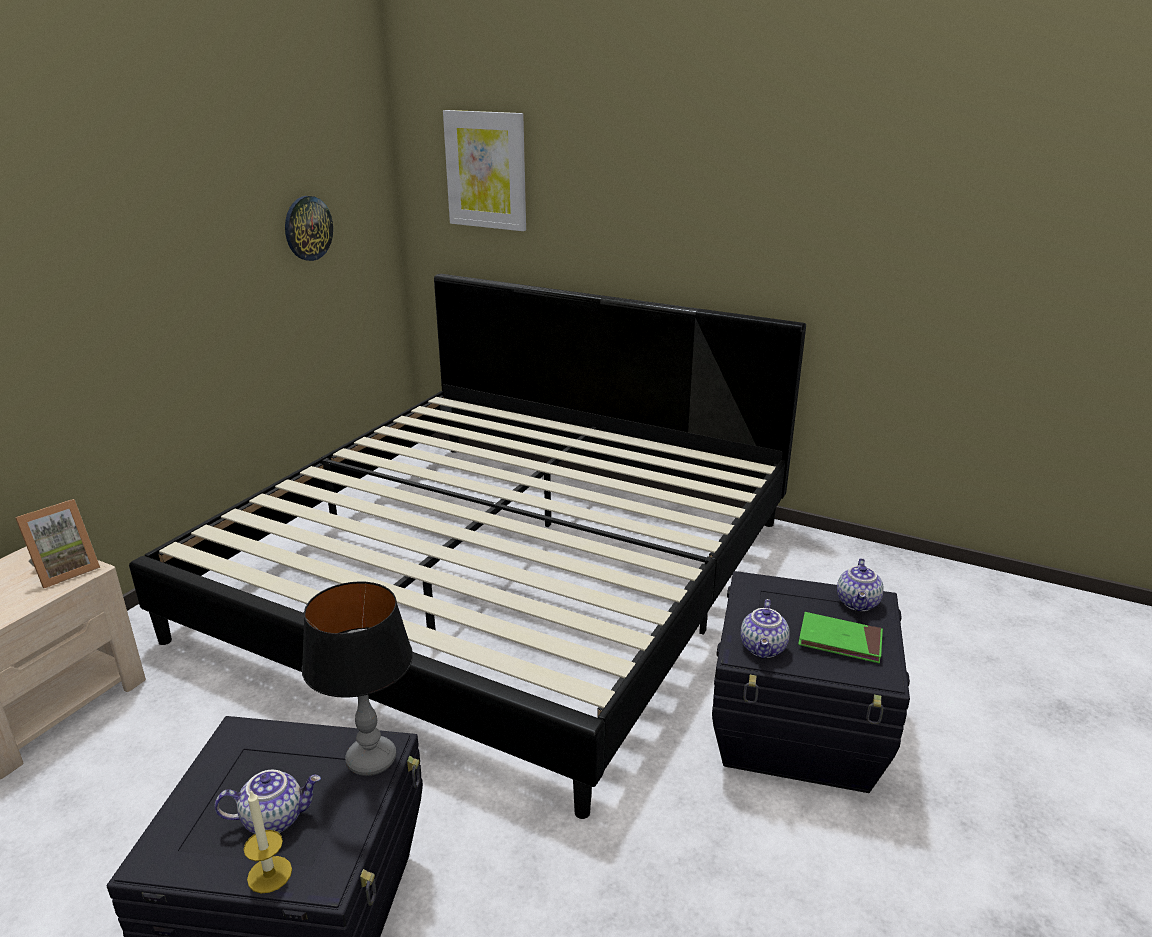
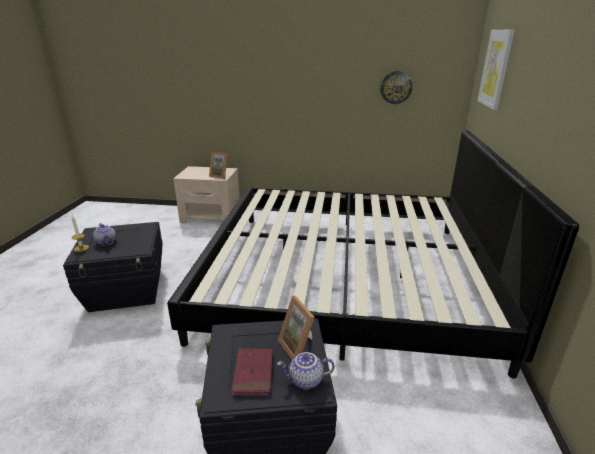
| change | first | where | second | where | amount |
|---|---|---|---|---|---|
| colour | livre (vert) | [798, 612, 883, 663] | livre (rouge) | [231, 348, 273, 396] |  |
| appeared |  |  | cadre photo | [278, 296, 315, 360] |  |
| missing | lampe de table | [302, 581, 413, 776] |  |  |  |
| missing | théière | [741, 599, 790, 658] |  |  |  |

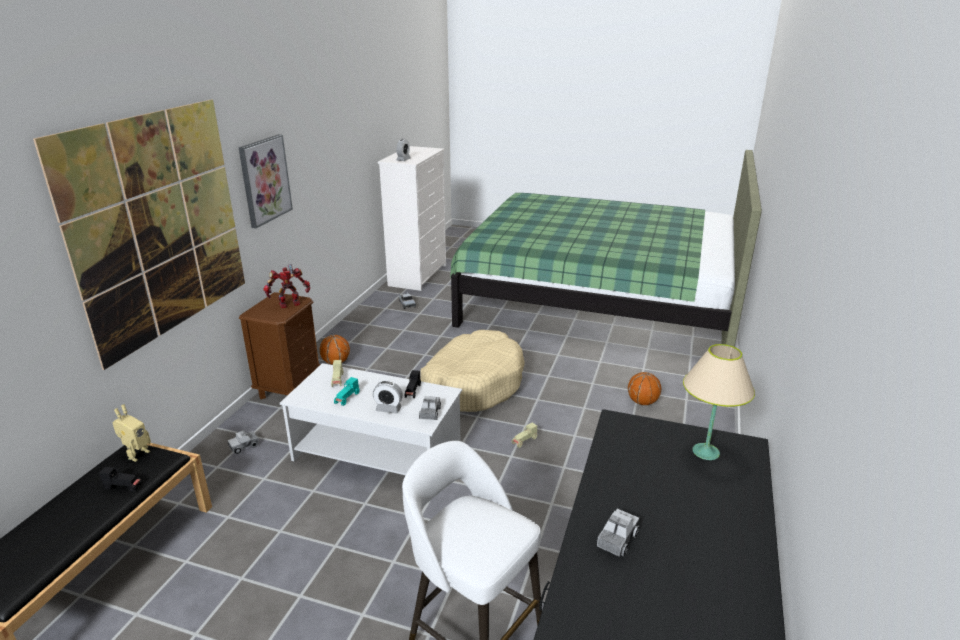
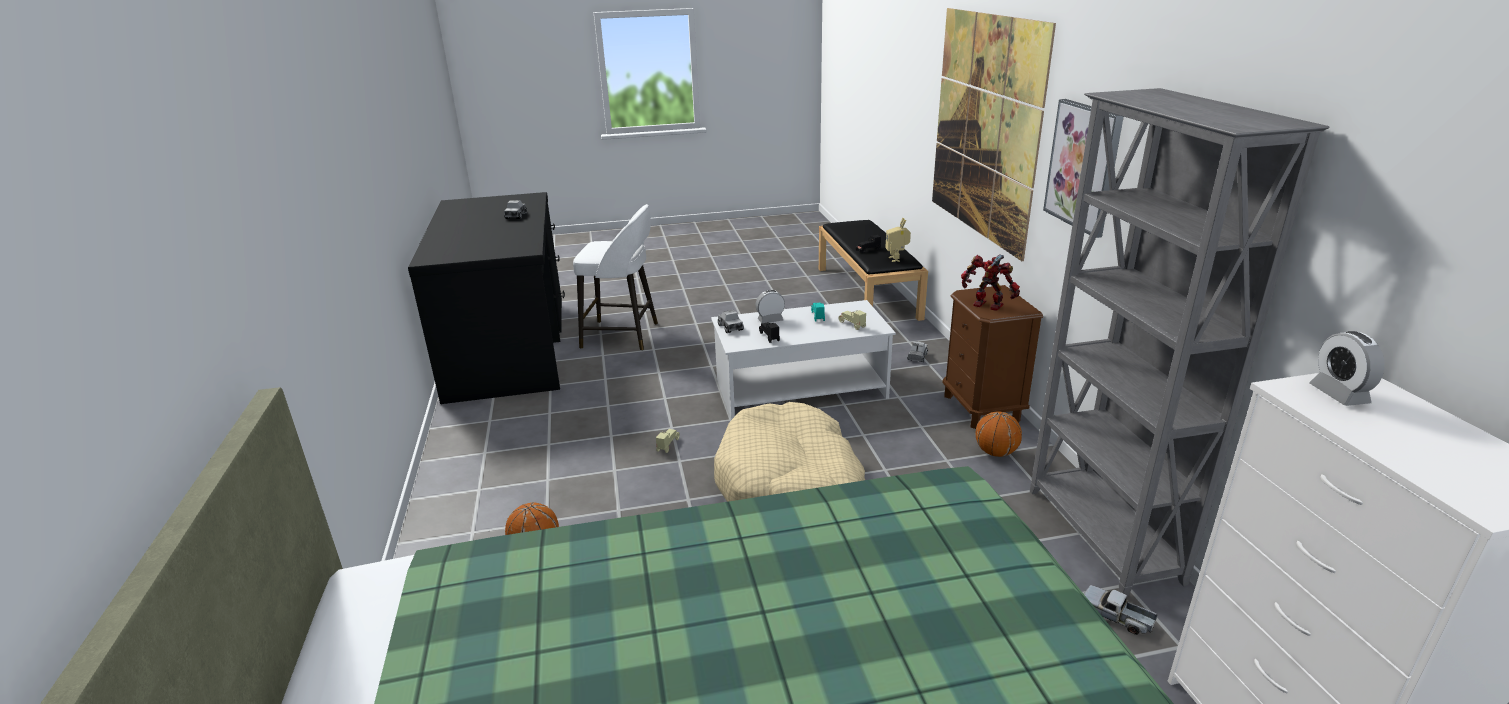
| change | first | where | second | where | amount |
|---|---|---|---|---|---|
| spun | robot jouet | [263, 264, 310, 308] |  | [961, 254, 1020, 311] | 90 degrees counterclockwise |
| appeared |  |  | bibliothèque (gris) | [1030, 88, 1329, 597] |  |
| missing | lampe de table (beige) | [683, 344, 755, 460] |  |  |  |

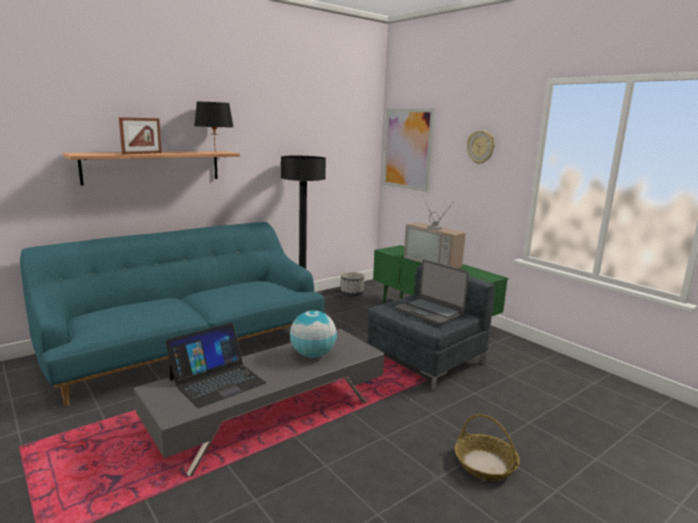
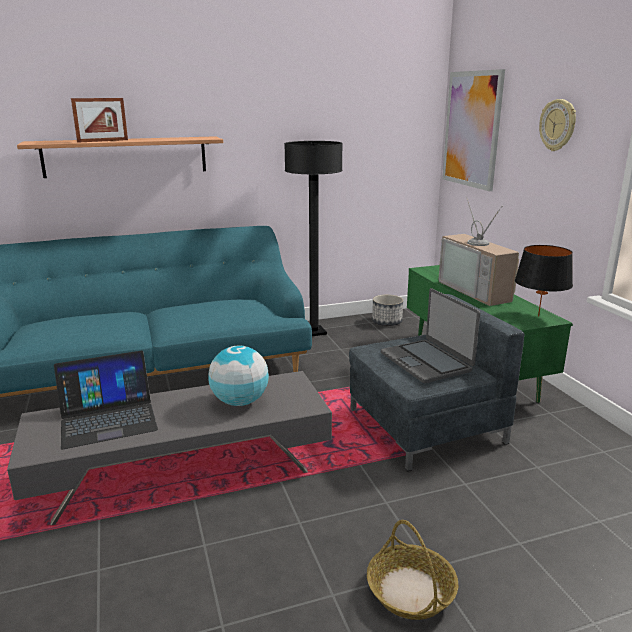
| change | first | where | second | where | amount |
|---|---|---|---|---|---|
| relocated | lampe de table (noir) | [194, 102, 233, 144] |  | [515, 245, 573, 317] |  |

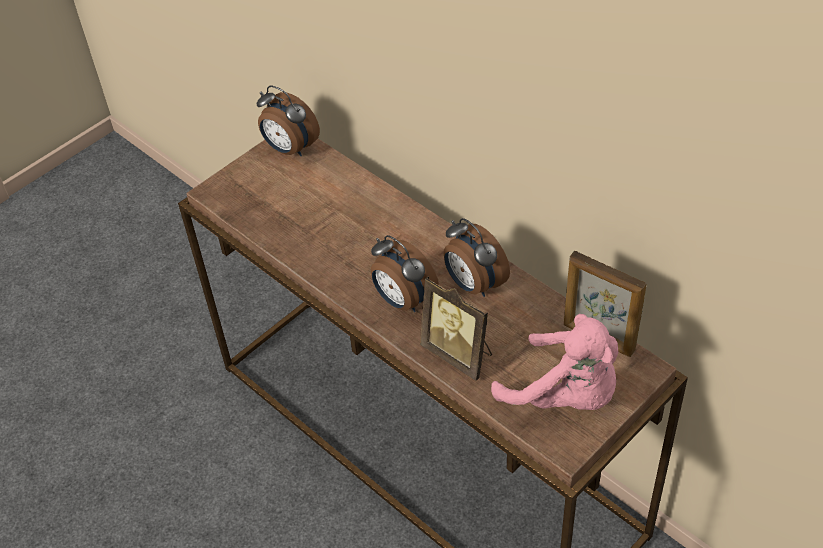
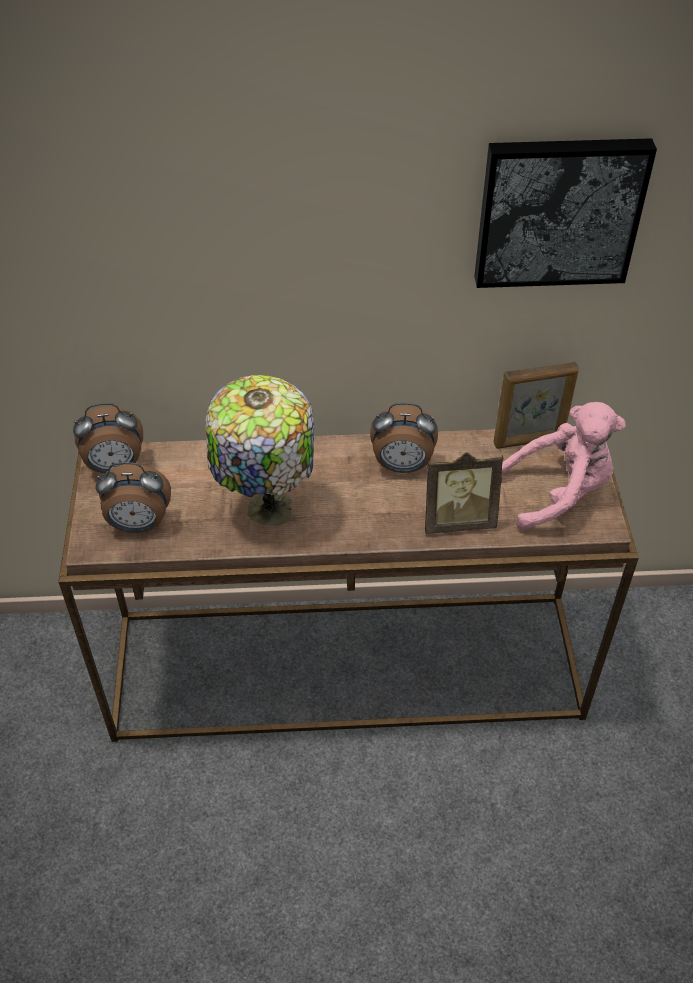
| change | first | where | second | where | amount |
|---|---|---|---|---|---|
| relocated | réveil | [371, 235, 439, 312] |  | [95, 462, 171, 533] |  |
| appeared |  |  | lampe de table | [205, 375, 315, 526] |  |
| appeared |  |  | tableau | [474, 138, 657, 288] |  |

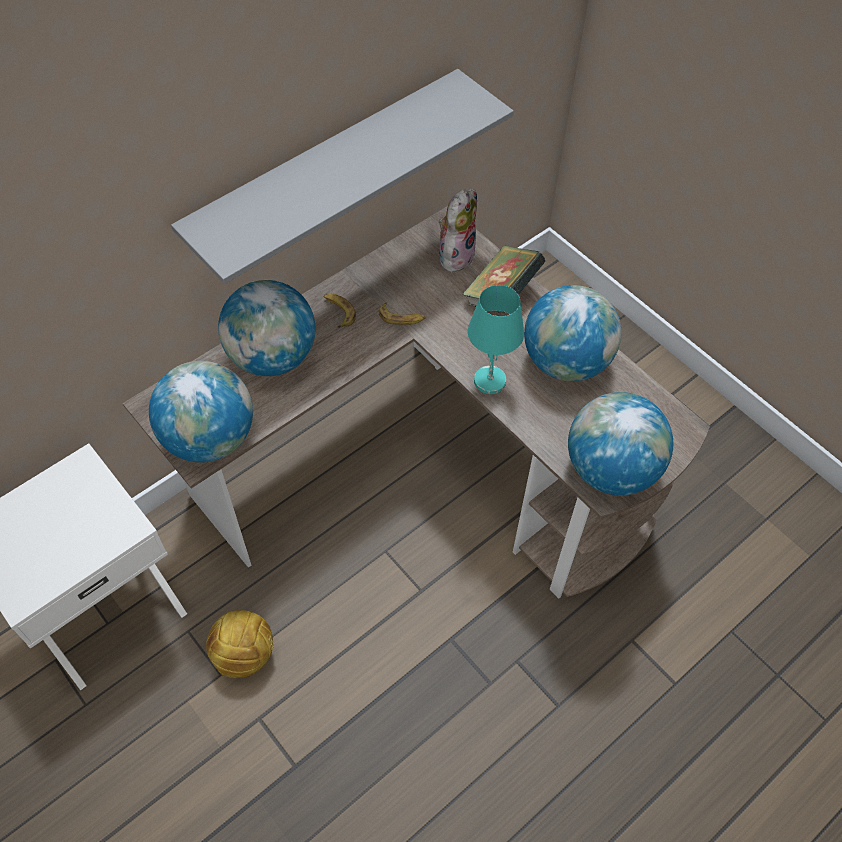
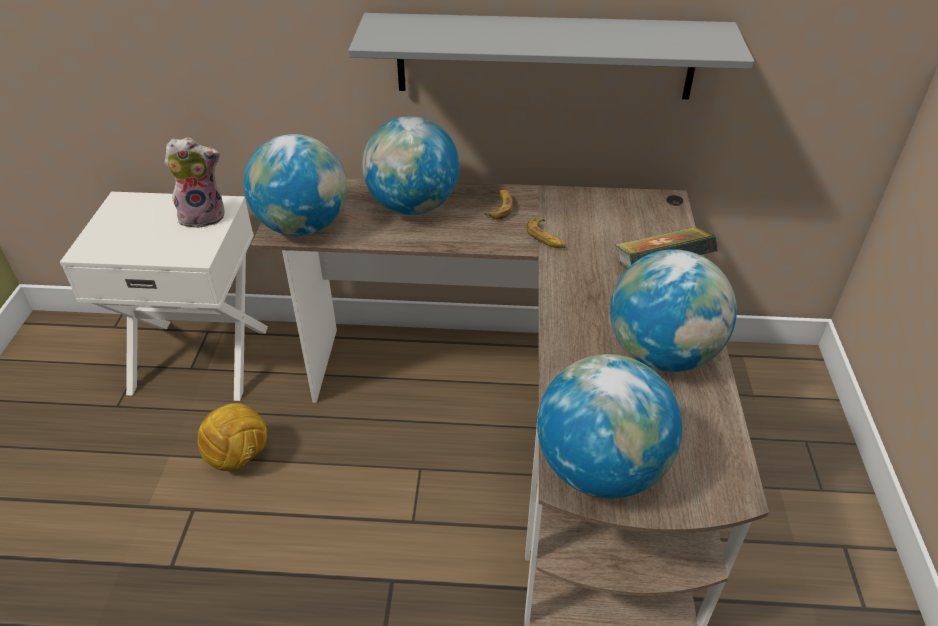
| change | first | where | second | where | amount |
|---|---|---|---|---|---|
| relocated | peluche | [439, 189, 477, 272] |  | [165, 137, 225, 228] |  |
| missing | lampe de table (turquoise) | [468, 285, 524, 394] |  |  |  |

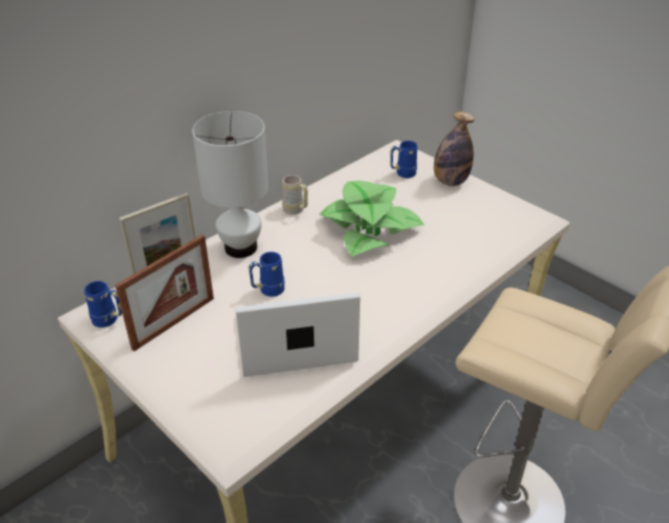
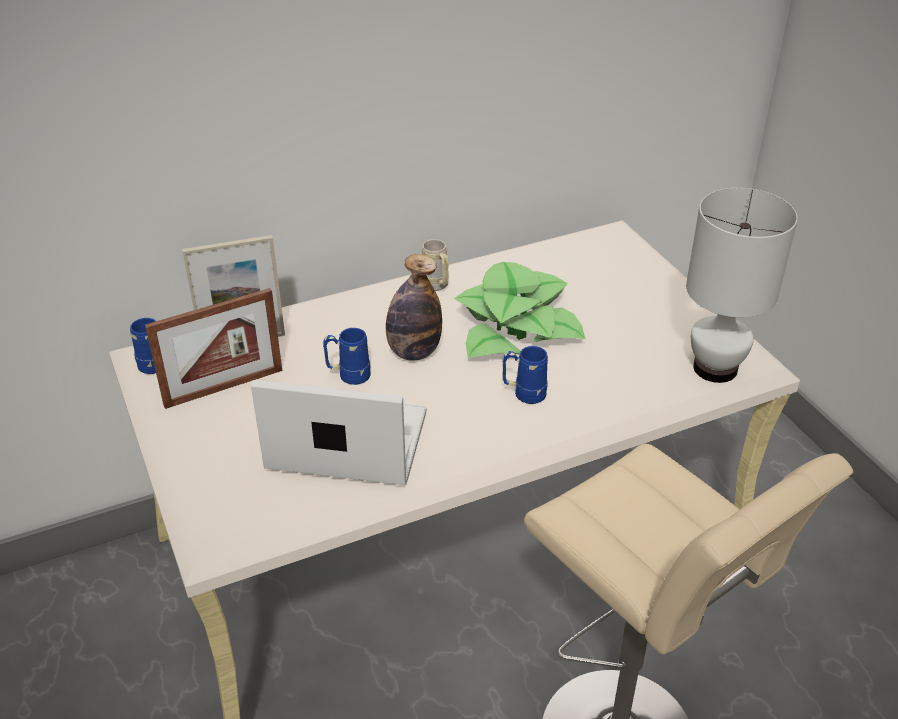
| change | first | where | second | where | amount |
|---|---|---|---|---|---|
| relocated | bouteille | [434, 112, 475, 186] |  | [386, 254, 442, 360] |  |
| relocated | mug (bleu) | [390, 141, 418, 178] |  | [502, 346, 548, 404] |  |
| relocated | lampe de table (blanc) | [192, 111, 268, 258] |  | [686, 188, 798, 383] |  |

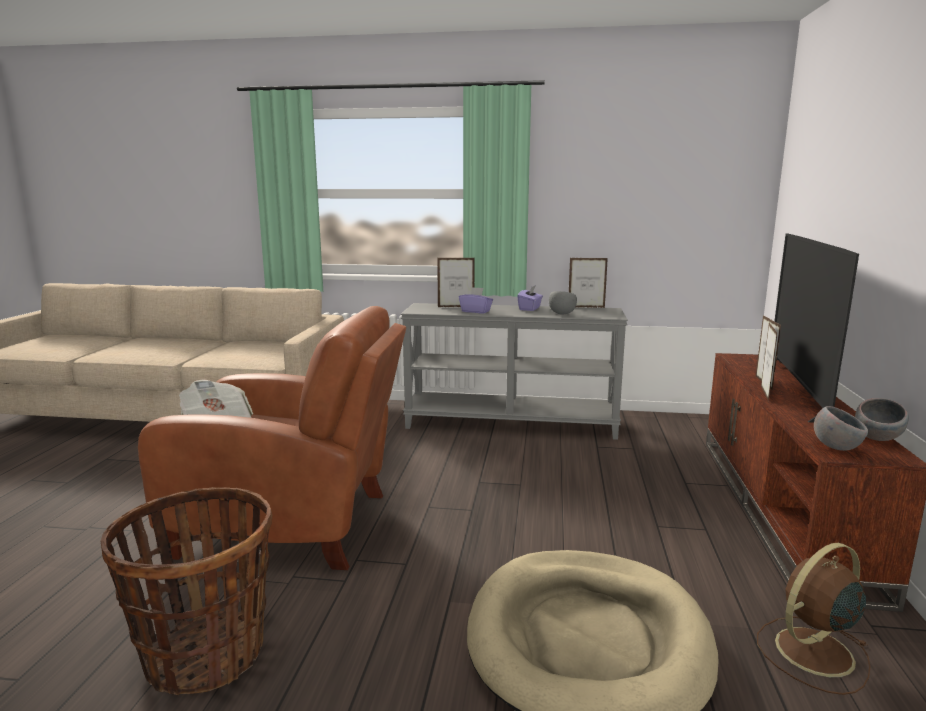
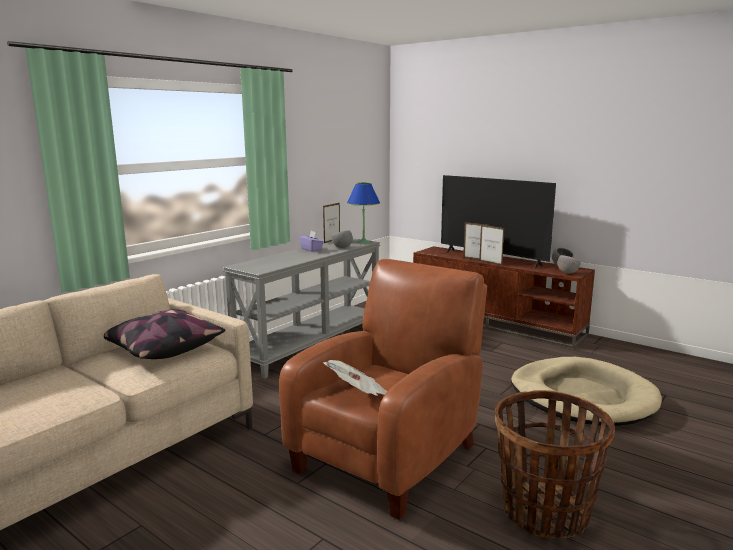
| change | first | where | second | where | amount |
|---|---|---|---|---|---|
| appeared |  |  | coussin | [104, 309, 225, 359] |  |
| appeared |  |  | lampe de table (bleu) | [347, 182, 380, 243] |  |
| missing | cadre photo | [437, 258, 475, 307] |  |  |  |
| missing | boîte à mouchoirs (violet) | [459, 287, 493, 313] |  |  |  |
| missing | ventilateur (marron) | [757, 543, 871, 695] |  |  |  |

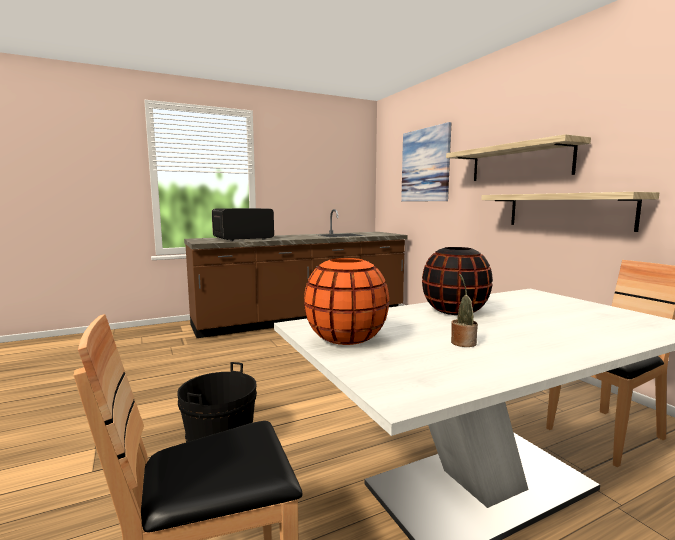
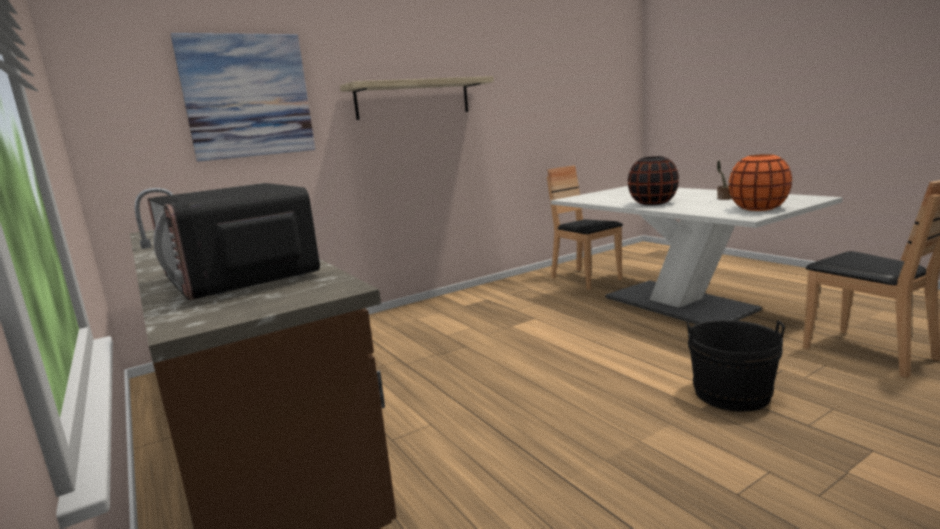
| change | first | where | second | where | amount |
|---|---|---|---|---|---|
| missing | étagère | [481, 192, 660, 232] |  |  |  |

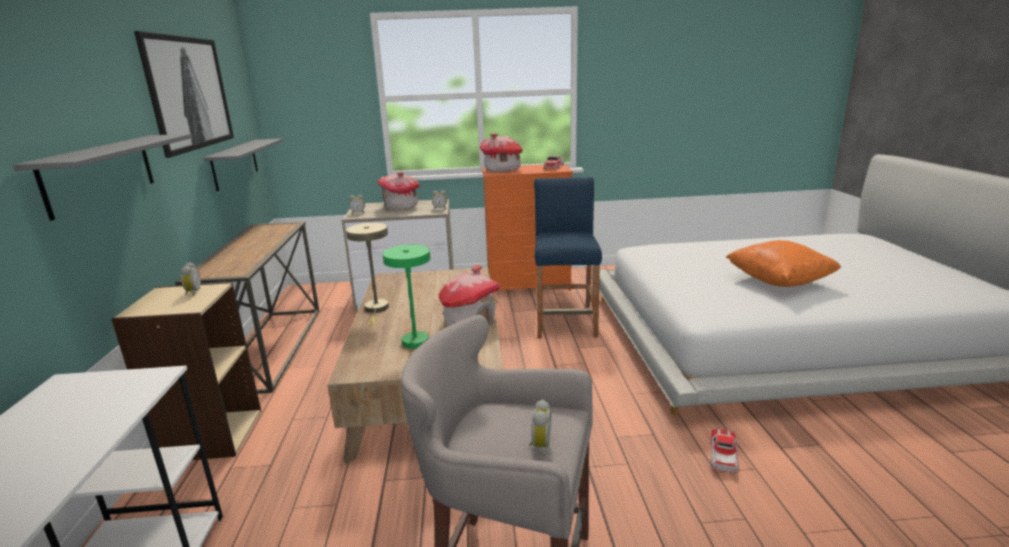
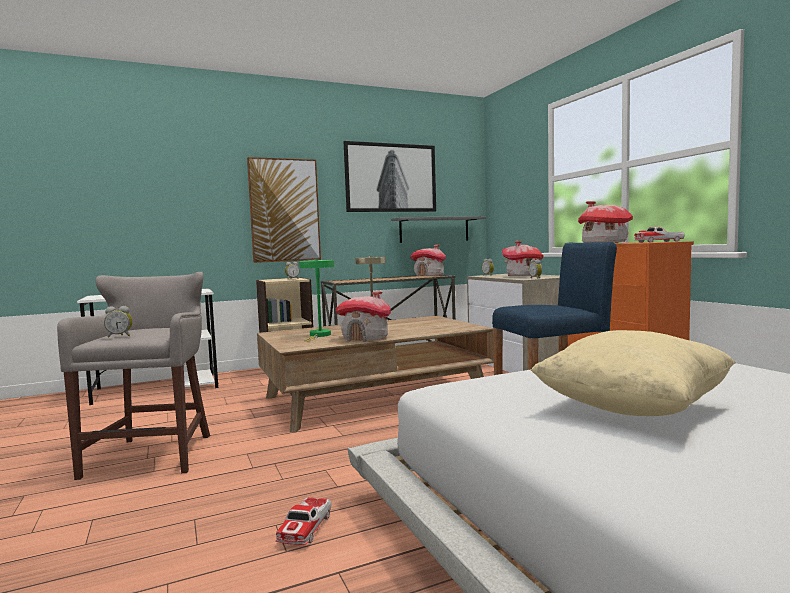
| change | first | where | second | where | amount |
|---|---|---|---|---|---|
| exchanged | étagère (gris) | [13, 134, 192, 221] | tableau | [247, 157, 321, 263] |  |
| spun | petite voiture | [710, 429, 739, 473] |  | [276, 497, 331, 545] | 105 degrees clockwise |
| appeared |  |  | maison miniature | [410, 245, 446, 276] |  |
| colour | coussin (orange) | [726, 240, 841, 287] | coussin (beige) | [531, 330, 736, 416] |  |

